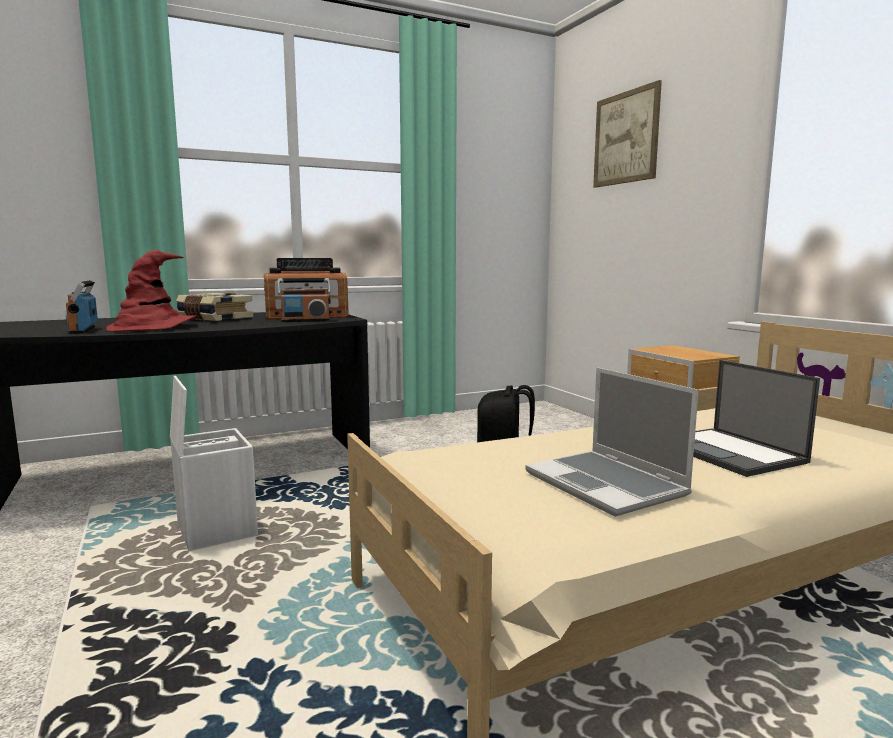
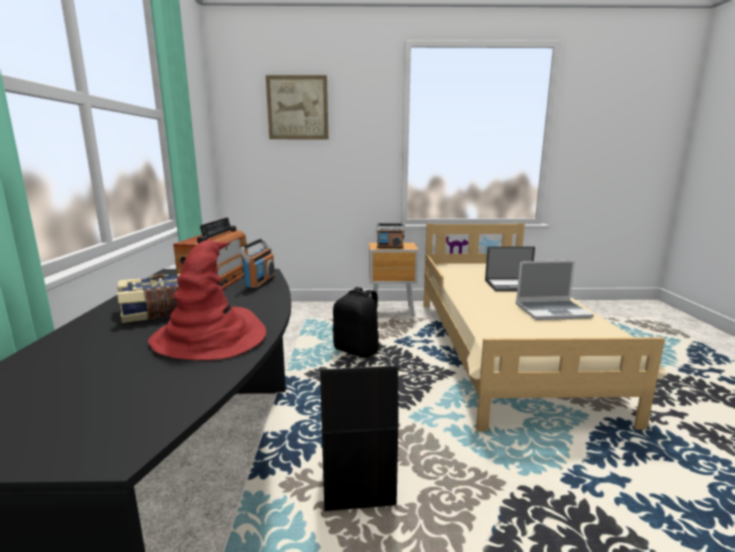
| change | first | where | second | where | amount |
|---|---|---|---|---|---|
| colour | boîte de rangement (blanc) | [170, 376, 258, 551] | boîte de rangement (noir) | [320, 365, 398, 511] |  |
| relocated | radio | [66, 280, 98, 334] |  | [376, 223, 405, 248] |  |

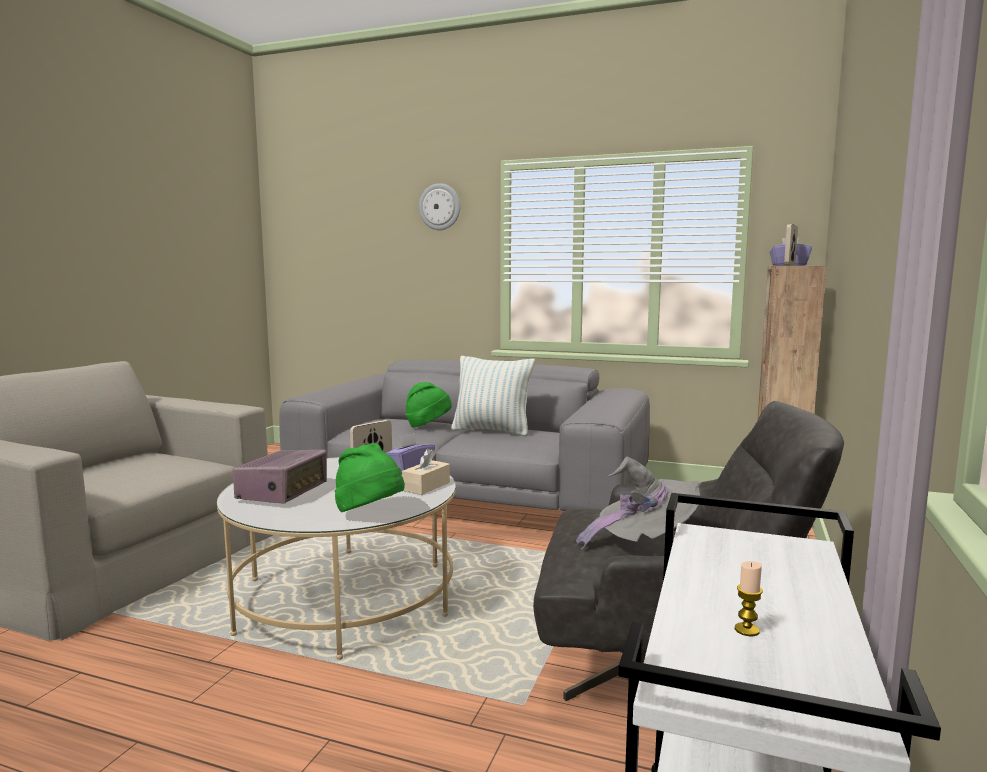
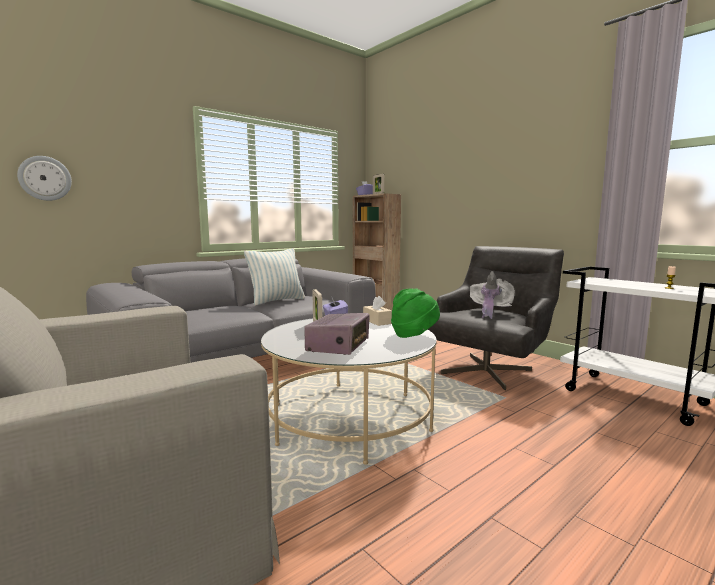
| change | first | where | second | where | amount |
|---|---|---|---|---|---|
| relocated | horloge murale | [419, 183, 460, 230] |  | [17, 156, 72, 201] |  |
| spun | radio | [233, 450, 327, 504] |  | [304, 313, 370, 355] | 60 degrees clockwise |
| missing | chapeau (vert) | [406, 382, 452, 428] |  |  |  |

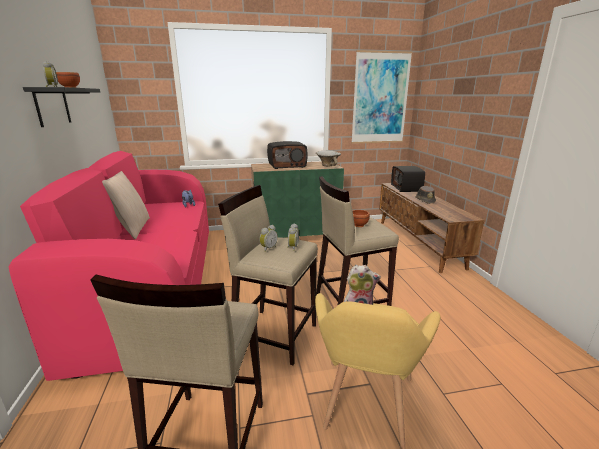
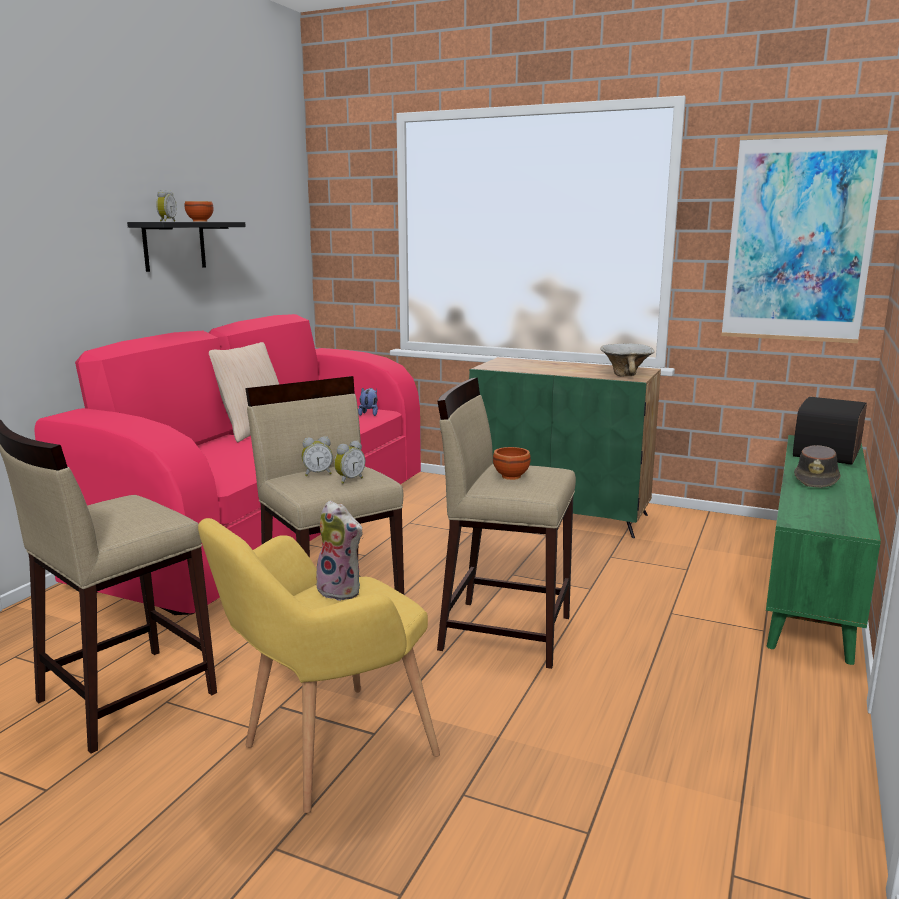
| change | first | where | second | where | amount |
|---|---|---|---|---|---|
| colour | meuble télé (marron) | [379, 183, 484, 273] | meuble télé (vert) | [766, 435, 881, 665] |  |
| missing | radio | [267, 141, 308, 169] |  |  |  |

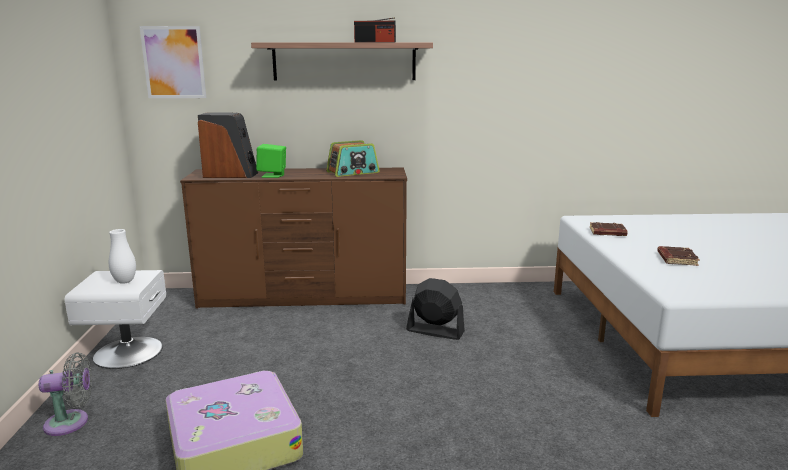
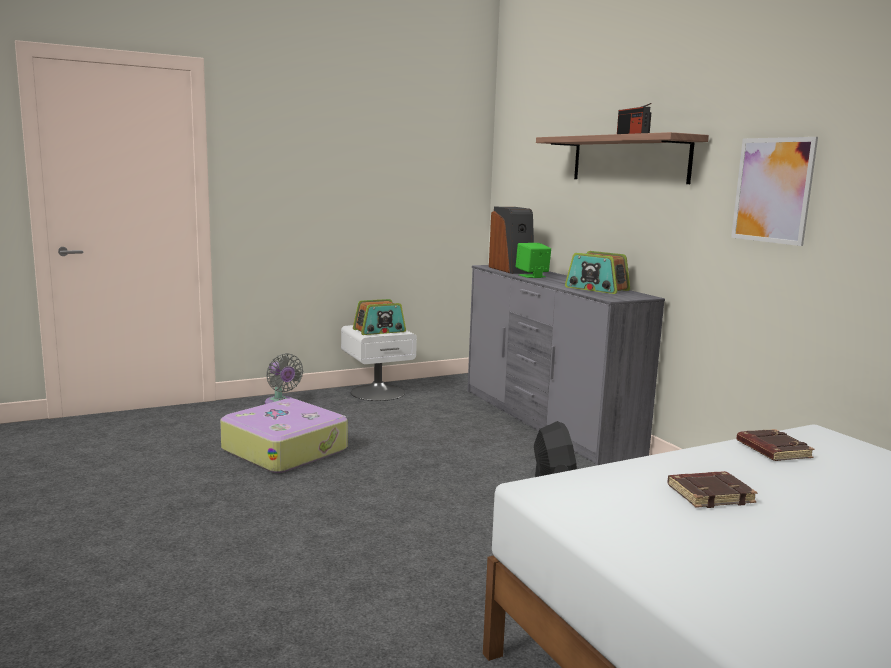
| change | first | where | second | where | amount |
|---|---|---|---|---|---|
| exchanged | vase (blanc) | [109, 229, 136, 284] | radio | [353, 299, 406, 335] |  |
| colour | commode (marron) | [180, 168, 407, 309] | commode (gris) | [467, 265, 665, 466] |  |
| relocated | tableau | [139, 26, 206, 98] |  | [731, 137, 818, 246] |  |

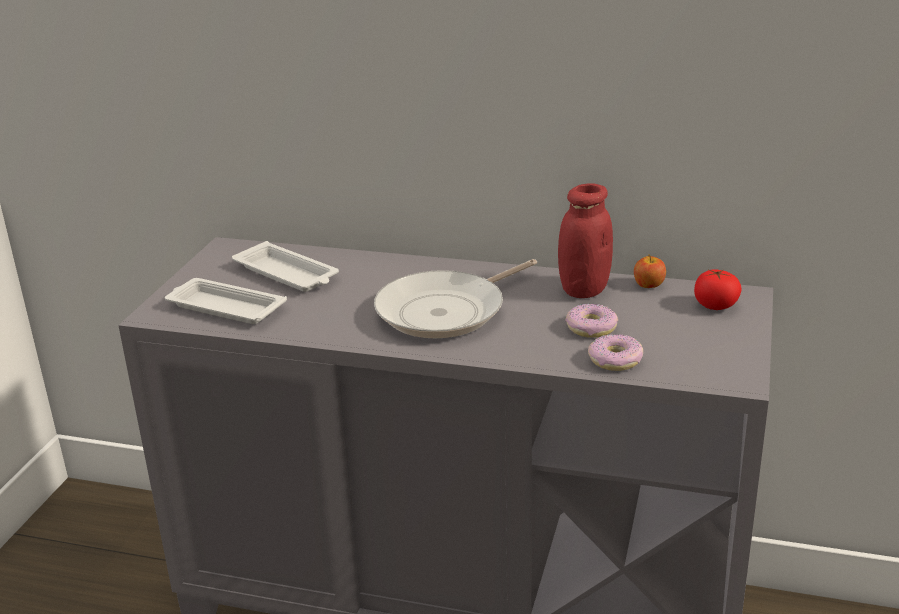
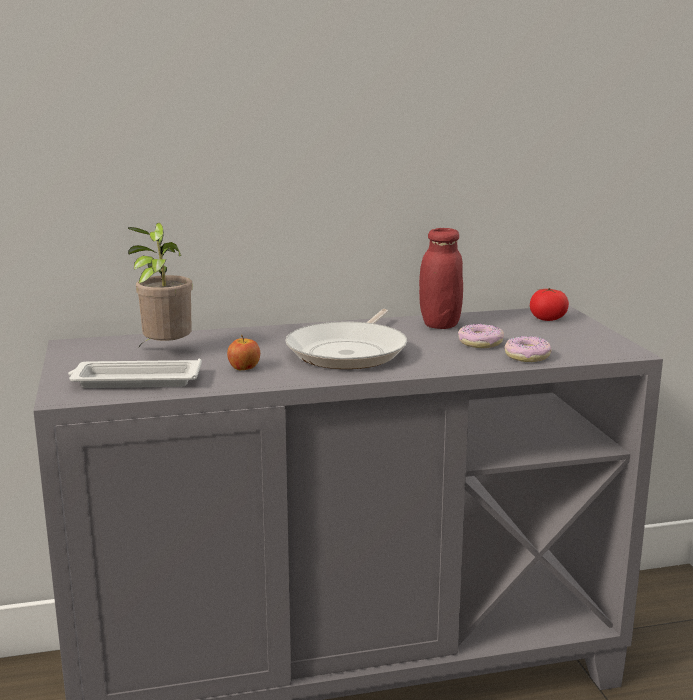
| change | first | where | second | where | amount |
|---|---|---|---|---|---|
| exchanged | plateau (blanc) | [232, 241, 339, 292] | plante en pot | [128, 223, 193, 347] |  |
| relocated | pomme | [634, 255, 666, 288] |  | [227, 335, 260, 370] |  |

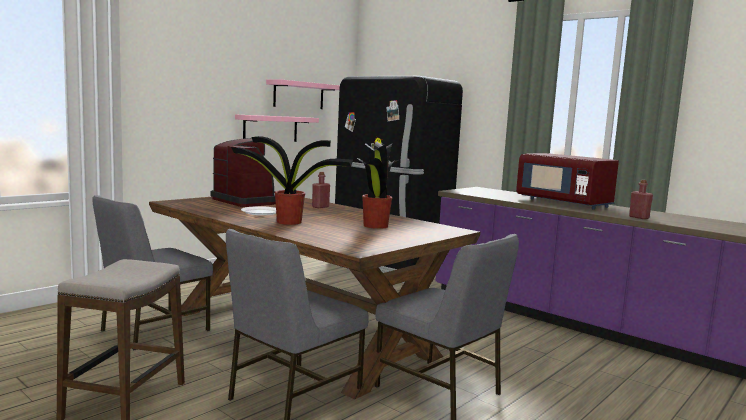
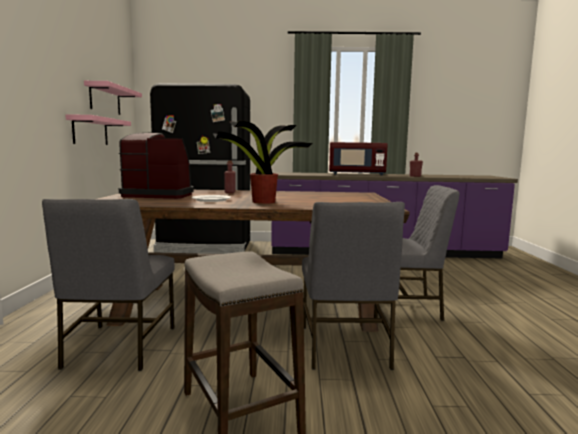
| change | first | where | second | where | amount |
|---|---|---|---|---|---|
| missing | plante en pot | [357, 142, 401, 229] |  |  |  |

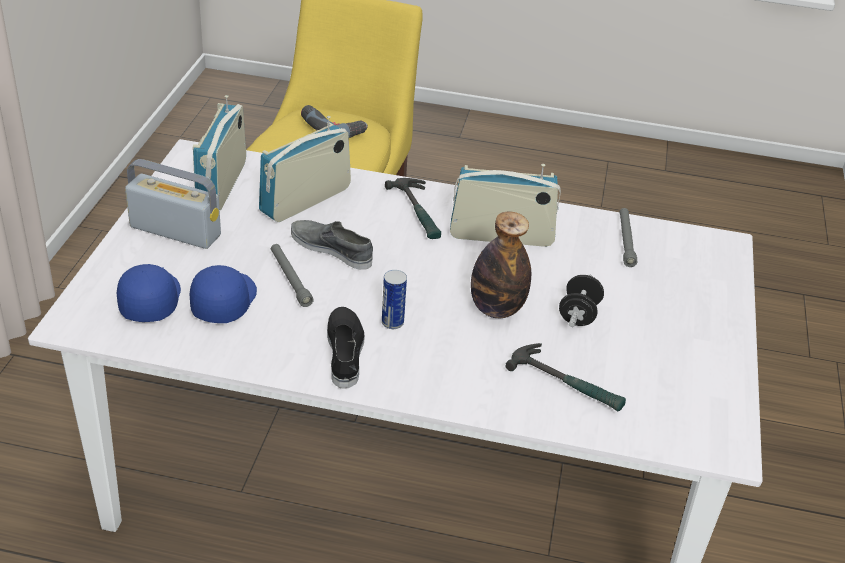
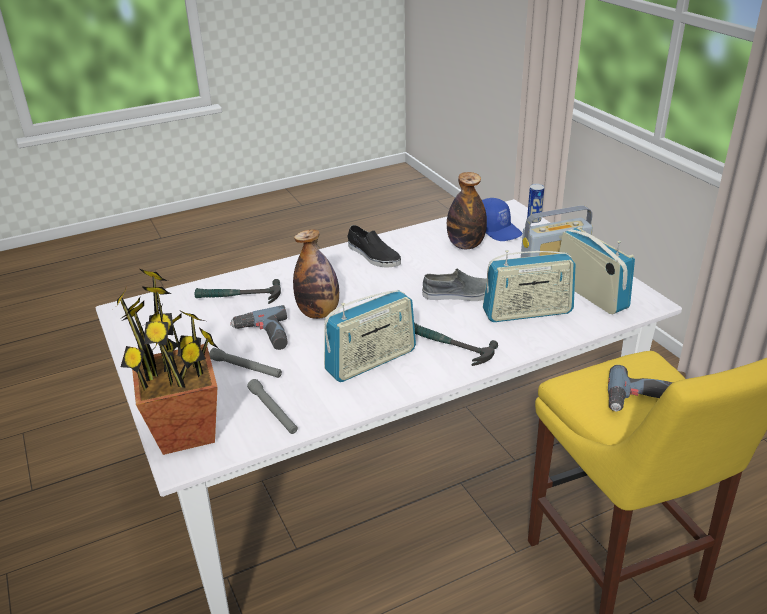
| change | first | where | second | where | amount |
|---|---|---|---|---|---|
| appeared |  |  | plante en pot | [117, 269, 218, 455] |  |
| relocated | lampe de poche (gris) | [271, 244, 314, 307] |  | [209, 348, 282, 378] |  |
| exchanged | haltère (noir) | [559, 274, 604, 327] | perceuse | [230, 305, 288, 350] |  |
| exchanged | casquette (bleu) | [190, 265, 257, 323] | bouteille | [447, 172, 487, 249] |  |
| spun | radio | [259, 116, 351, 222] |  | [483, 250, 576, 322] | 75 degrees clockwise |
| relocated | boîte métallique | [382, 270, 407, 329] |  | [527, 184, 544, 223] |  |

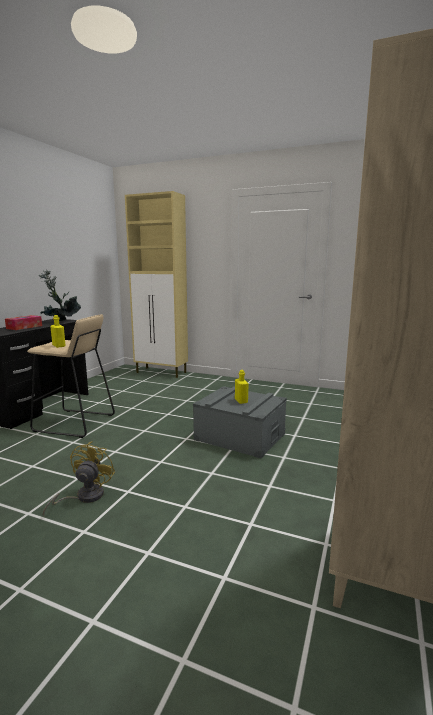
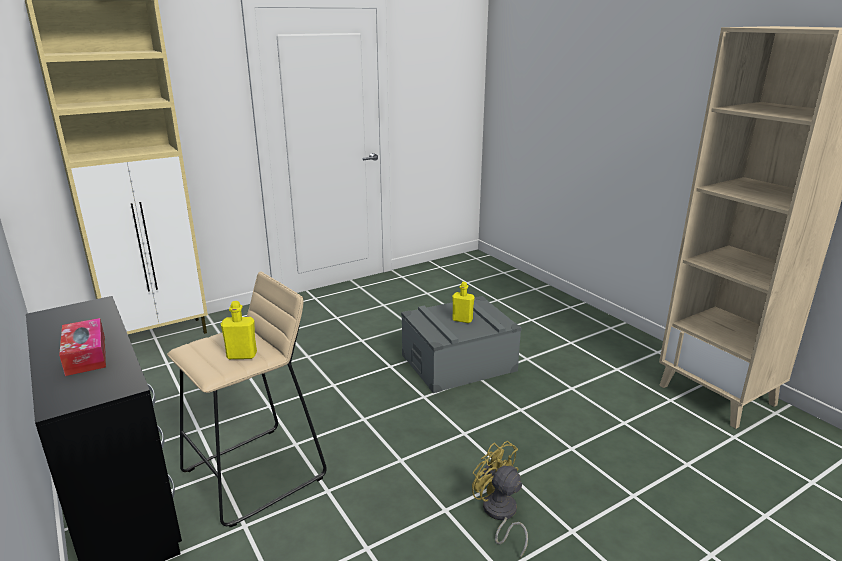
| change | first | where | second | where | amount |
|---|---|---|---|---|---|
| missing | plante en pot | [39, 269, 81, 321] |  |  |  |

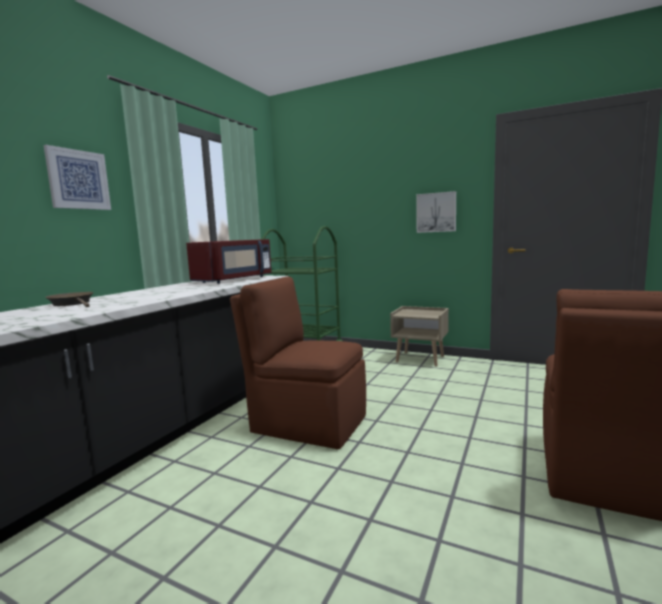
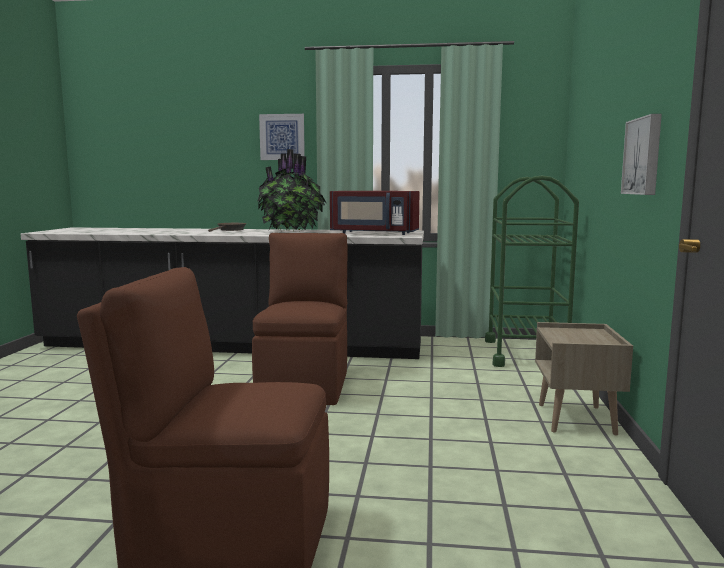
| change | first | where | second | where | amount |
|---|---|---|---|---|---|
| appeared |  |  | plante en pot | [257, 149, 326, 231] |  |

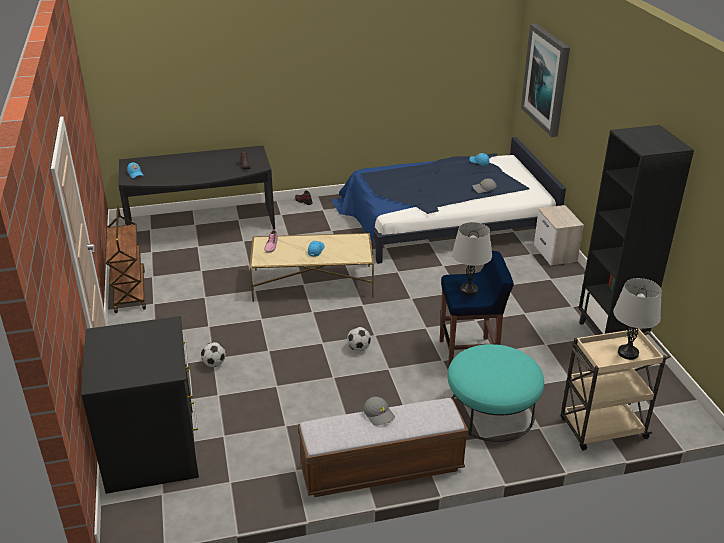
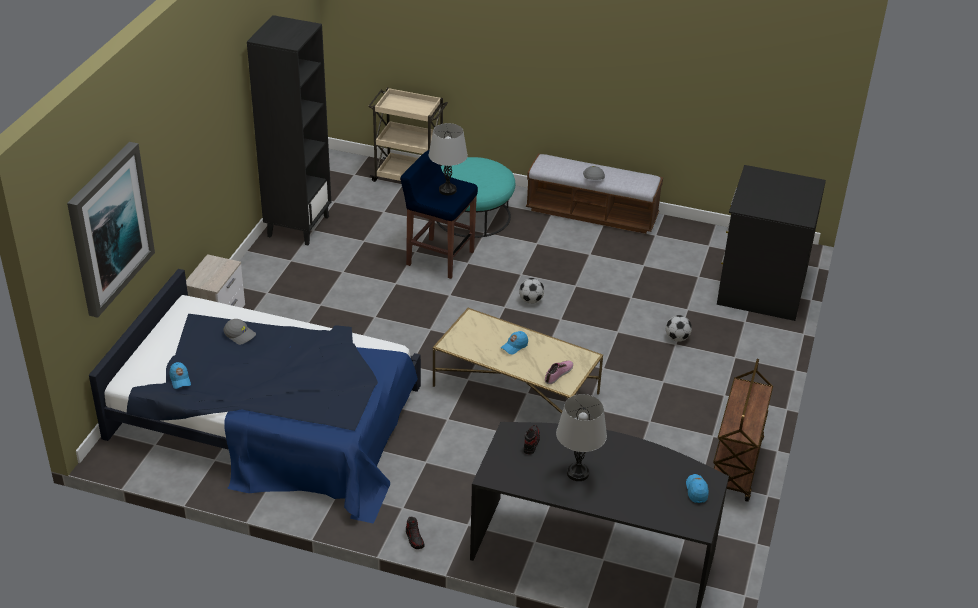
| change | first | where | second | where | amount |
|---|---|---|---|---|---|
| relocated | lampe de table (gris) | [613, 278, 662, 360] |  | [556, 394, 607, 481] |  |

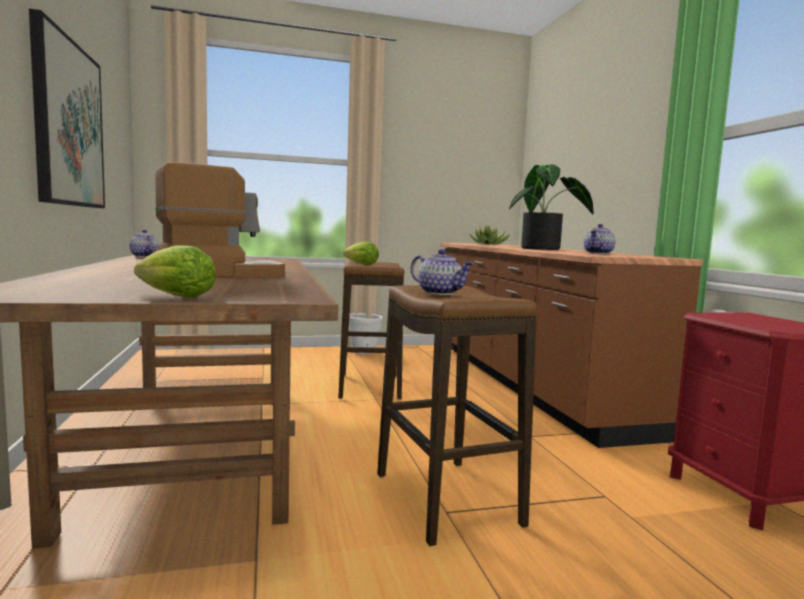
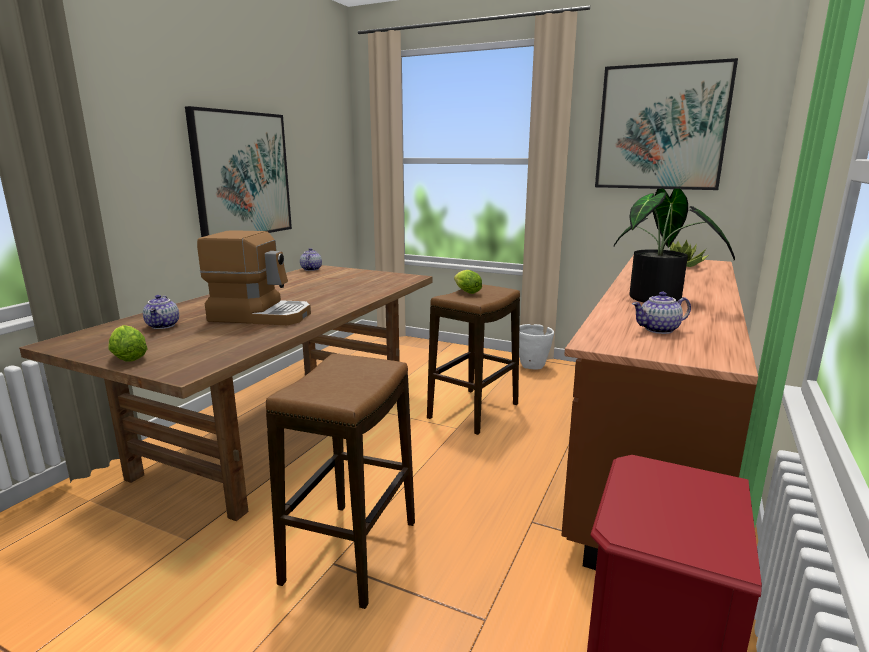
| change | first | where | second | where | amount |
|---|---|---|---|---|---|
| relocated | théière | [411, 249, 474, 295] |  | [143, 295, 179, 329] |  |
| appeared |  |  | tableau | [595, 58, 738, 190] |  |

